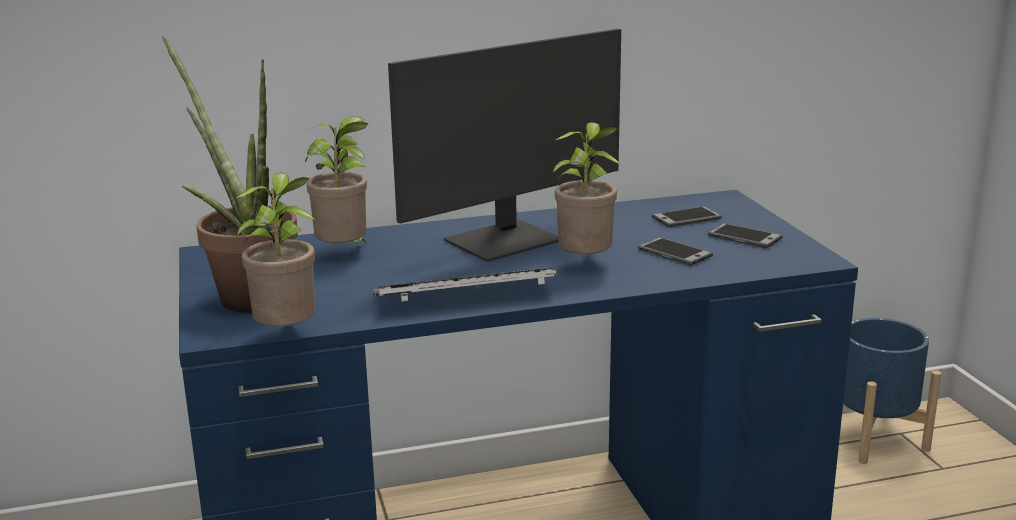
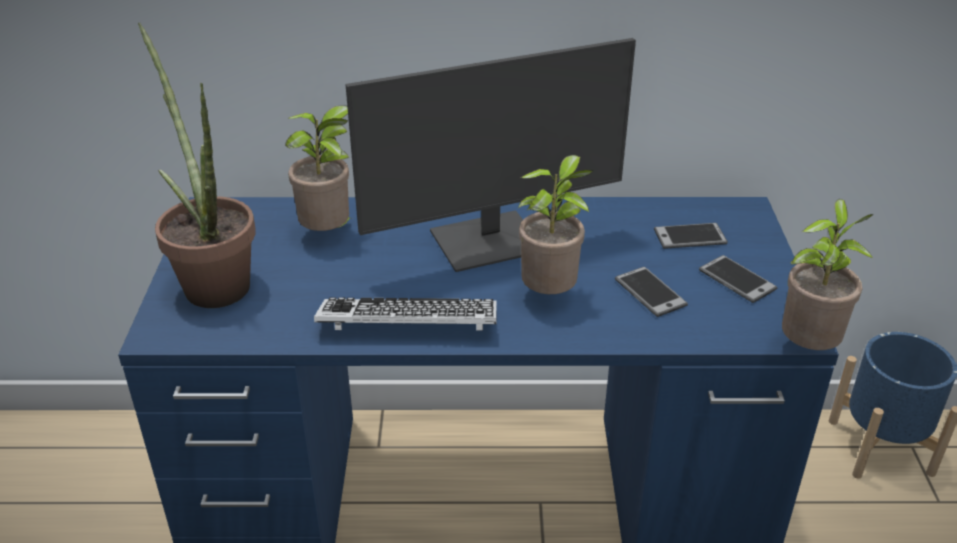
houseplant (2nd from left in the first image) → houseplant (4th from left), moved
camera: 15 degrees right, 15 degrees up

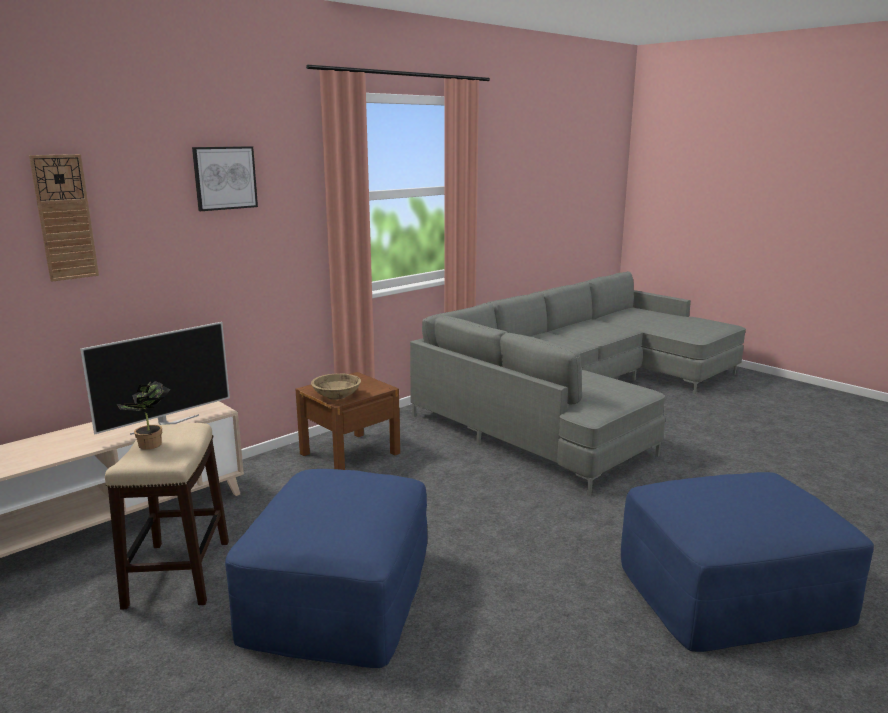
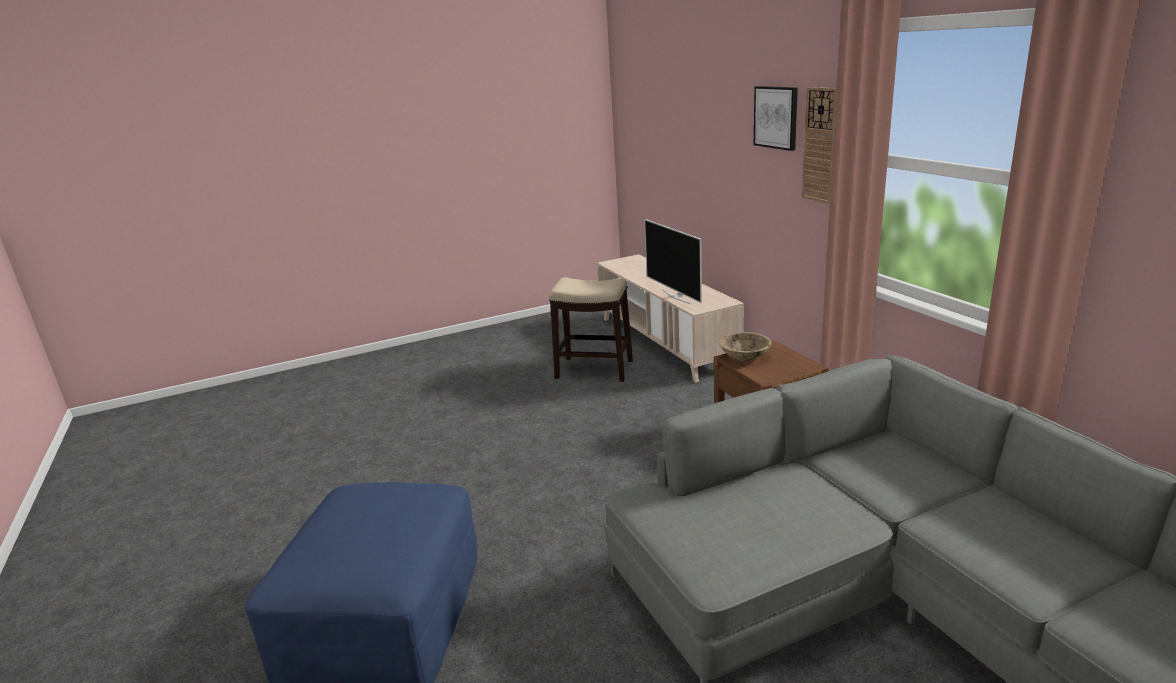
hanging_clock, moved
houseplant → -
blue_ottoman (1st from left) → -
camera: 110 degrees right, 5 degrees up

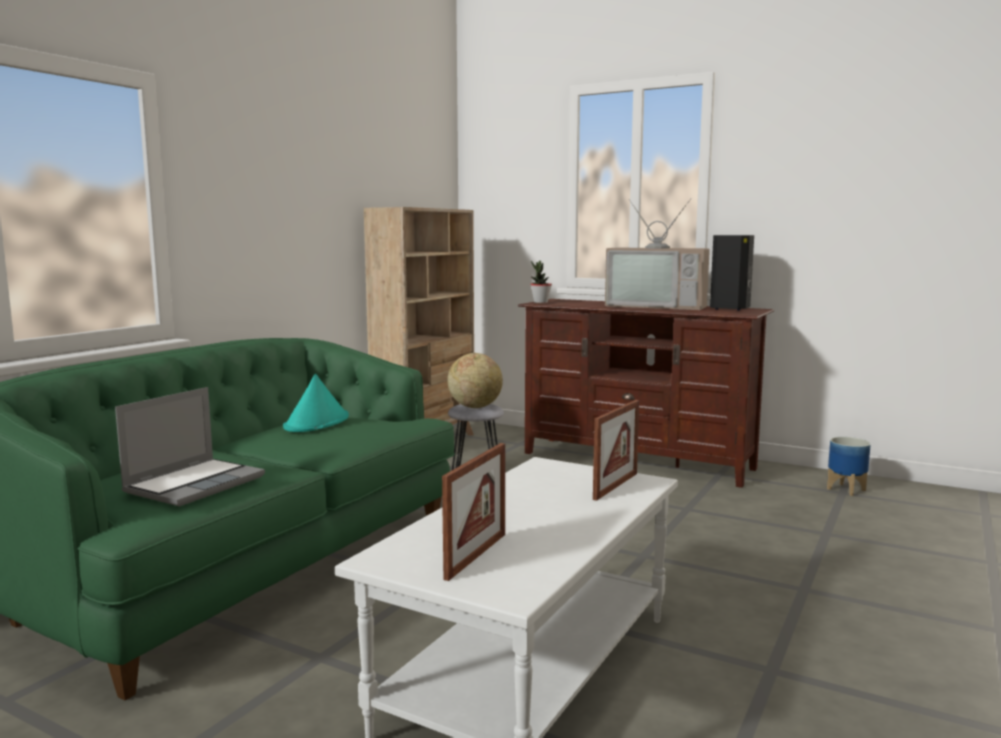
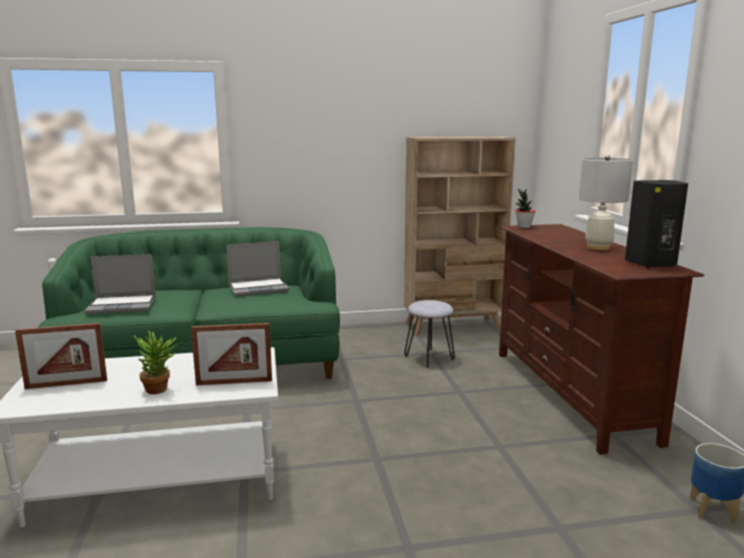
TV_set → white-coloured_lamp_for_a_table
world_globe → -
turquoise_wearable_hat → portable_computer (2nd from left)
- → houseplant (1st from left)
camera: 50 degrees right, 5 degrees up

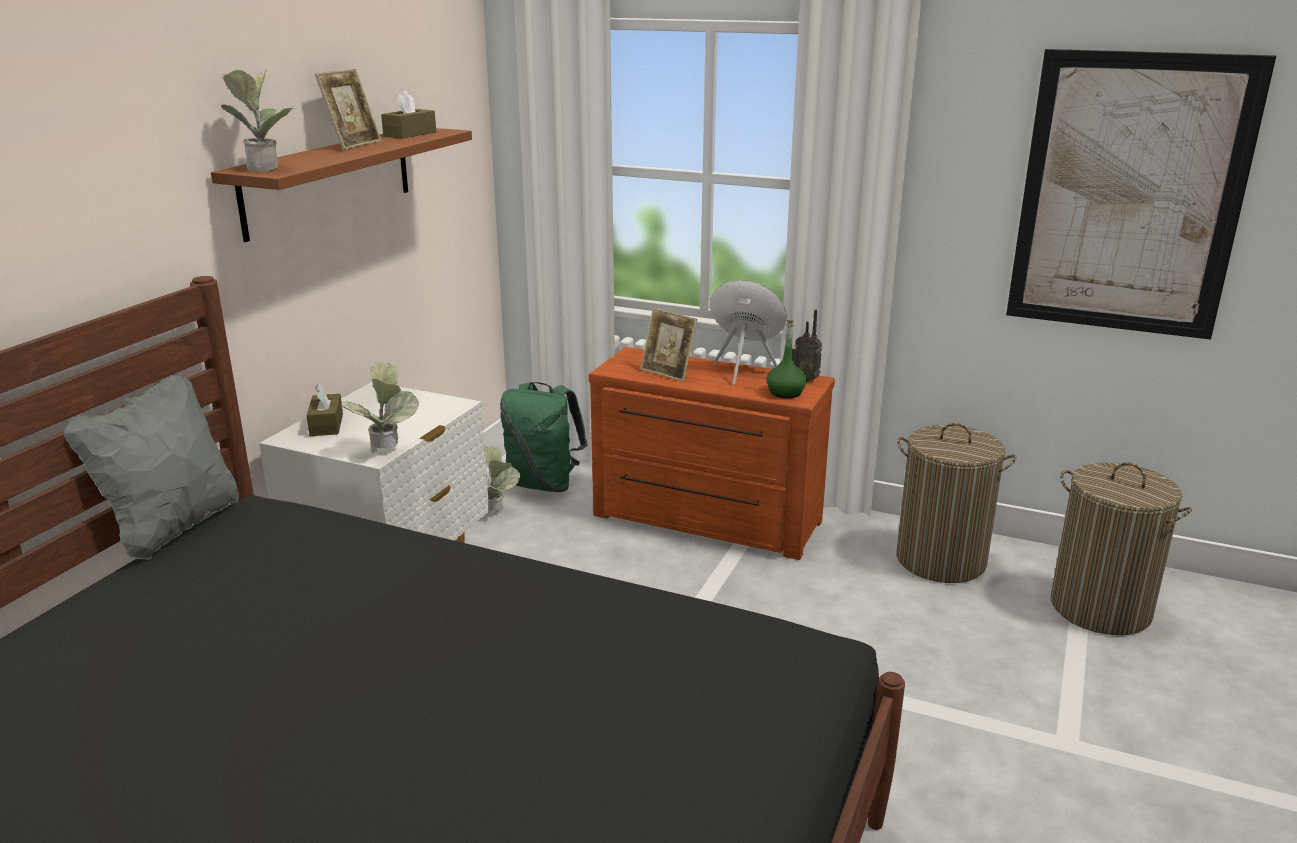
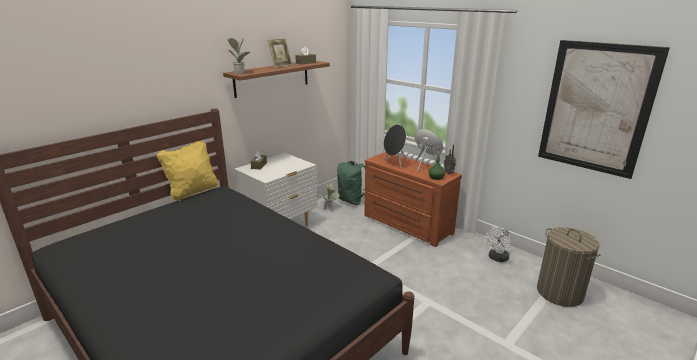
picture_frame (2nd from left) → blackish_speaker (1st from left)
houseplant (2nd from left) → -
grey_throw_pillow → yellowish_throw_pillow
washing_basket (1st from left) → white-coloured_electric_fan
camera: 20 degrees right, 0 degrees up

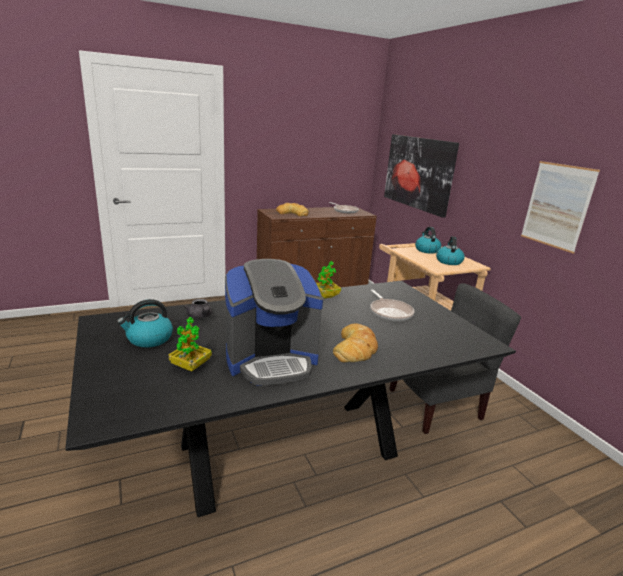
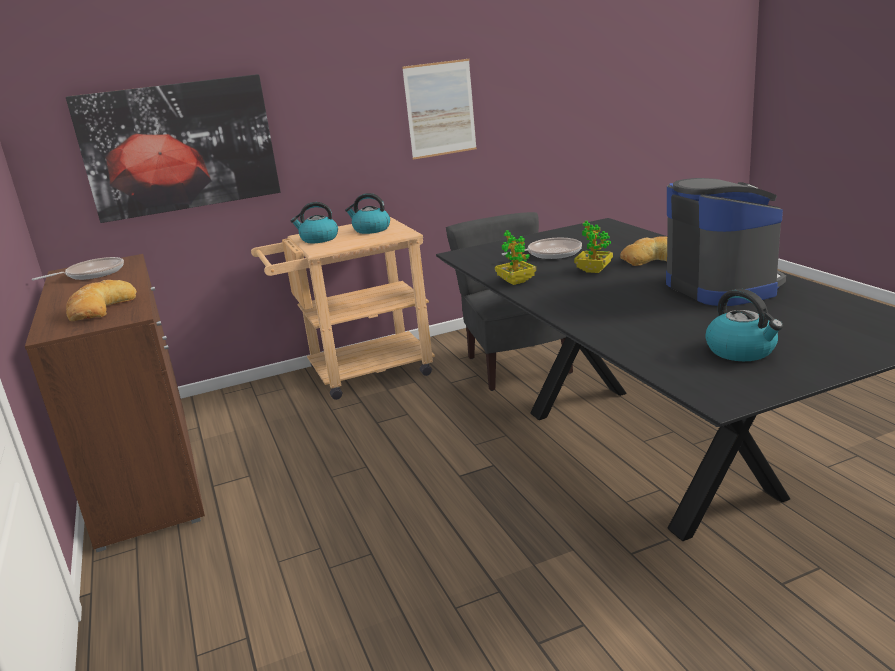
grey_tea_pot → -
houseplant (1st from left in the first image) → houseplant (2nd from left), moved
camera: 85 degrees left, 0 degrees up

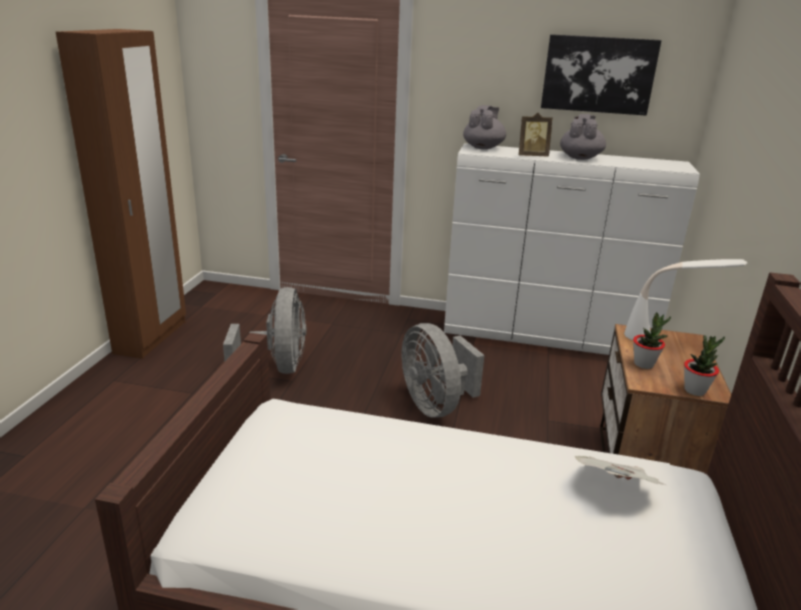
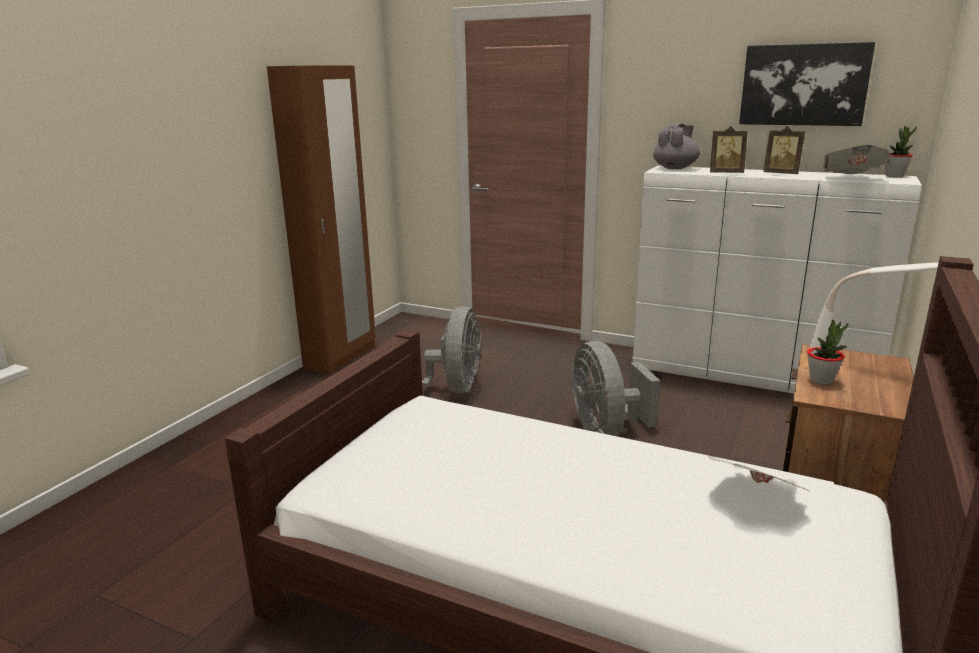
grey_tea_pot (2nd from left) → picture_frame (2nd from left)
houseplant (2nd from left), moved
- → newspaper (2nd from left)
camera: 15 degrees right, 5 degrees down

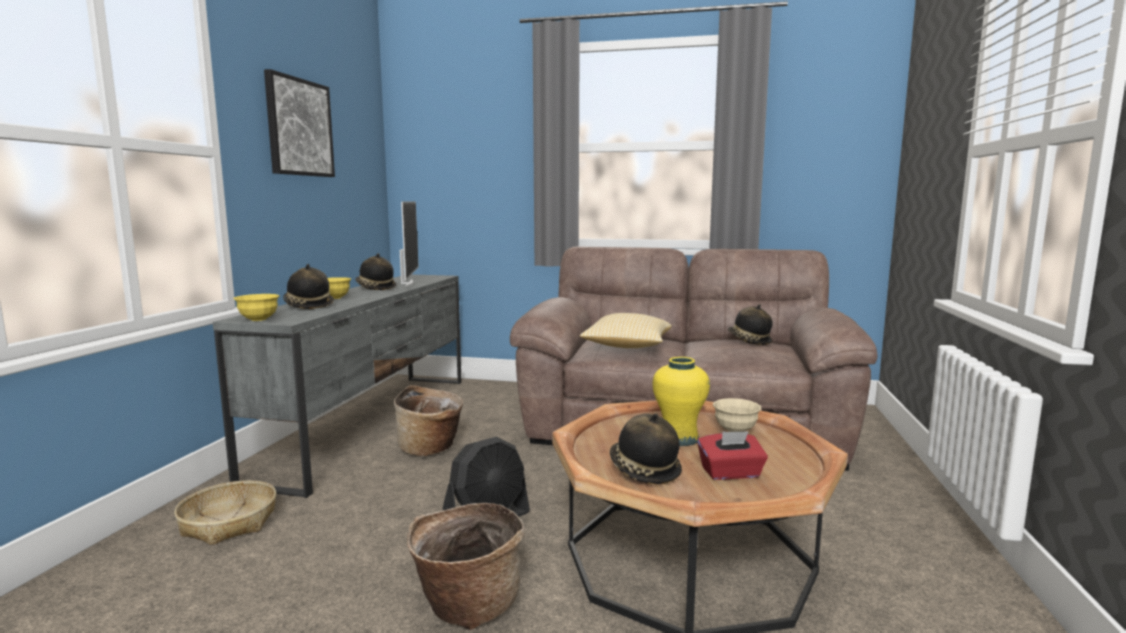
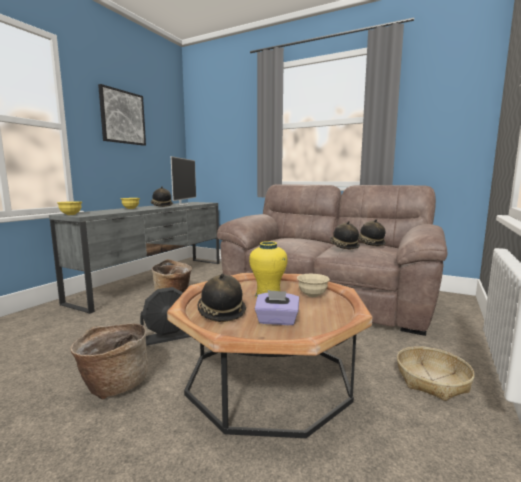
wearable_hat (1st from left in the first image) → wearable_hat (3rd from left), moved
throw_pillow → -
reddish_tissue_box → purple_tissue_box
storage_basket (1st from left in the first image) → storage_basket (3rd from left), moved
camera: 15 degrees right, 0 degrees up

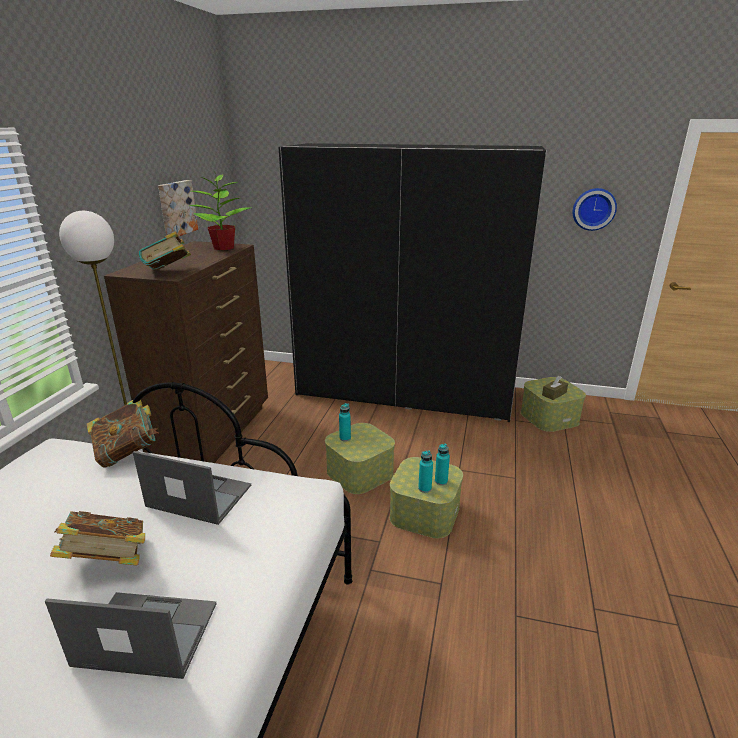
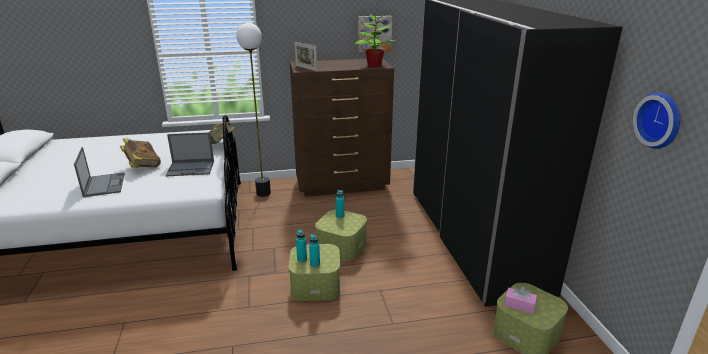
bound_book (3rd from left) → picture_frame
brown-coloured_tissue_box → pink-coloured_tissue_box
portable_computer (2nd from left), 90 degrees clockwise
camera: 65 degrees right, 0 degrees up

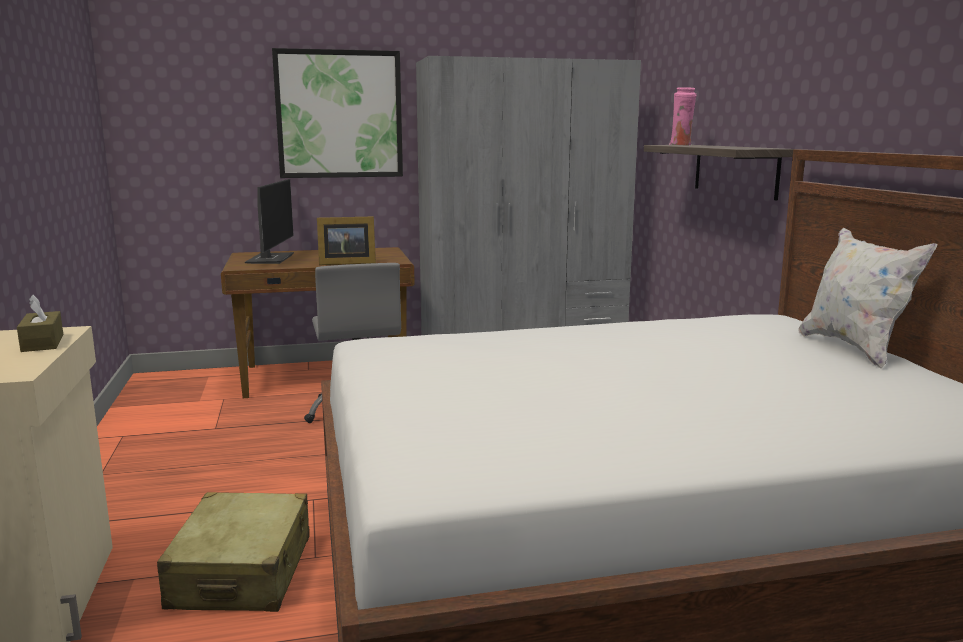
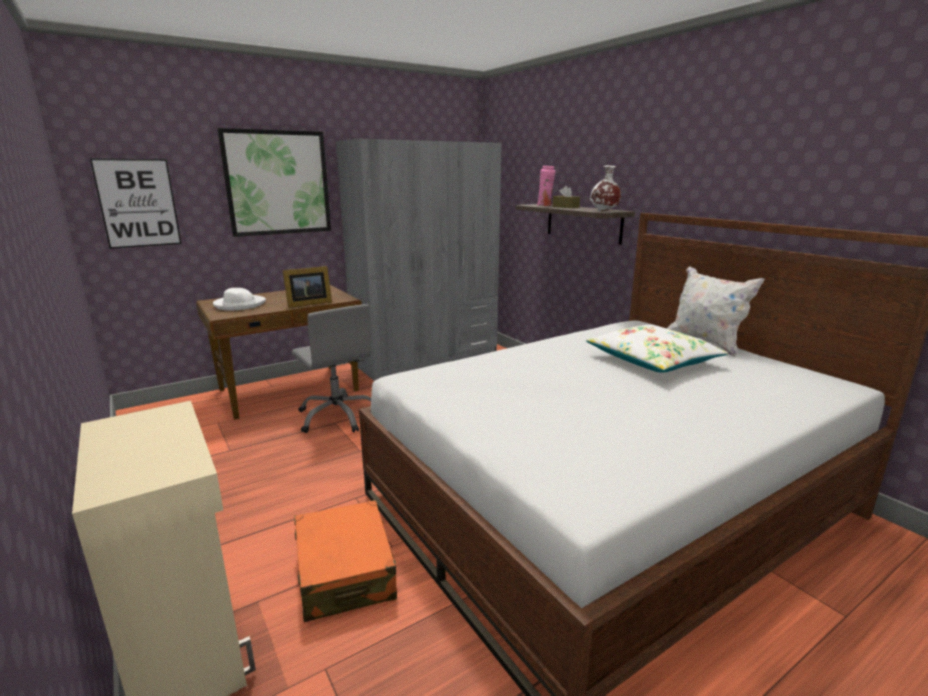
monitor → white-coloured_wearable_hat
brown-coloured_tissue_box, moved
sand-coloured_travel_case → orange-coloured_travel_case
- → wall_picture (1st from left)
- → white-coloured_decorative_vase
- → white-coloured_throw_pillow (1st from left)
camera: 20 degrees left, 5 degrees up

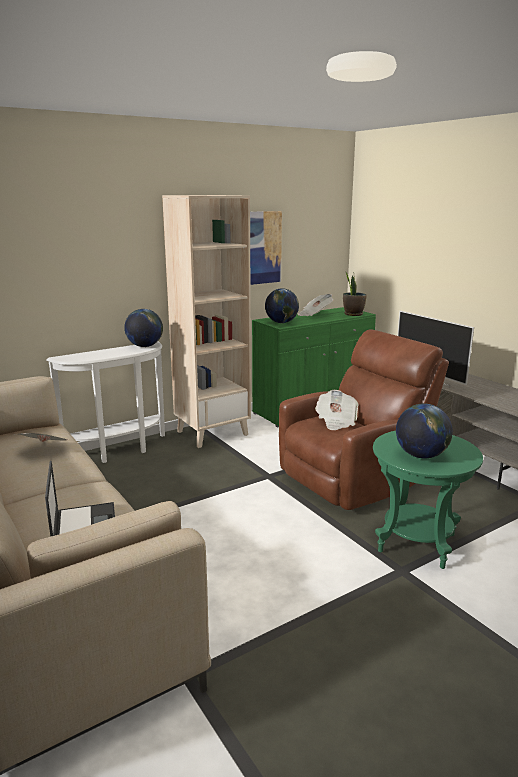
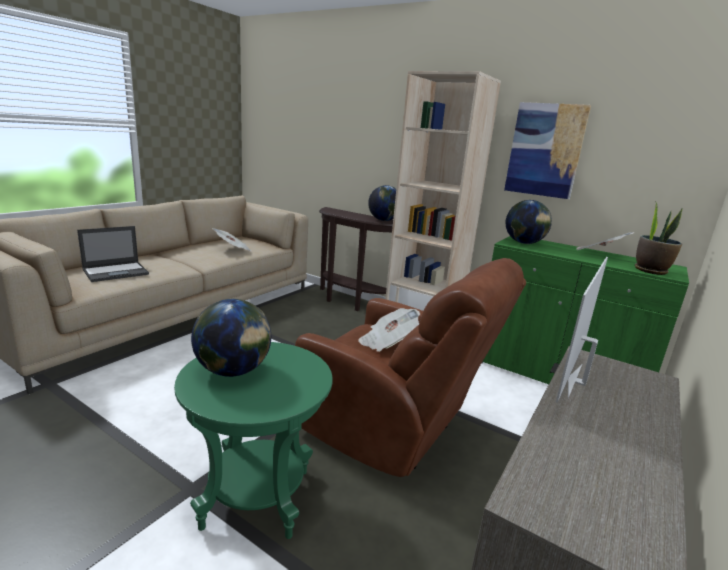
white-coloured_narrow_table → brown-coloured_narrow_table
camera: 65 degrees right, 0 degrees up

